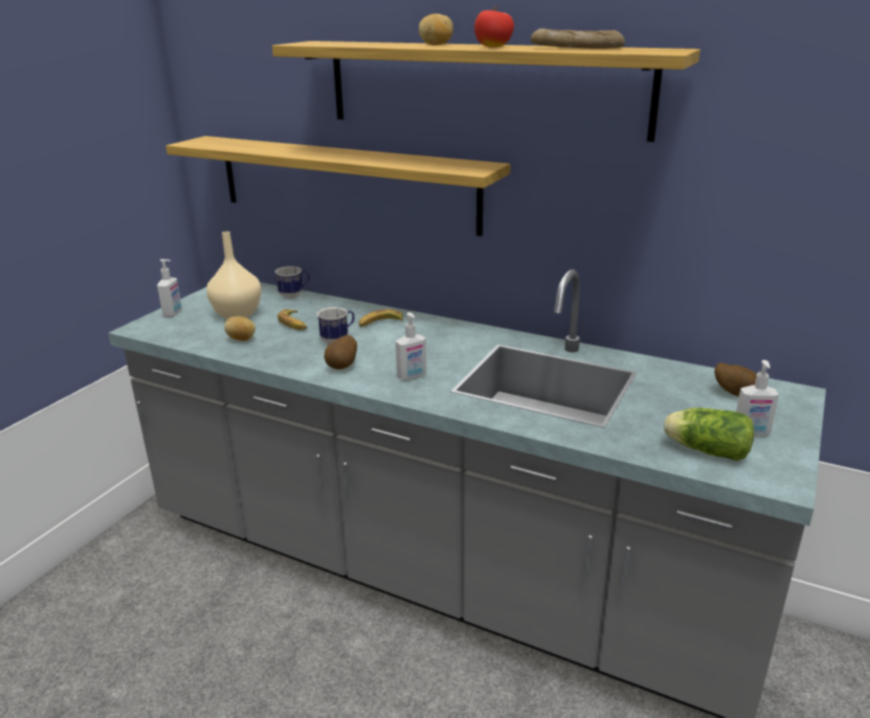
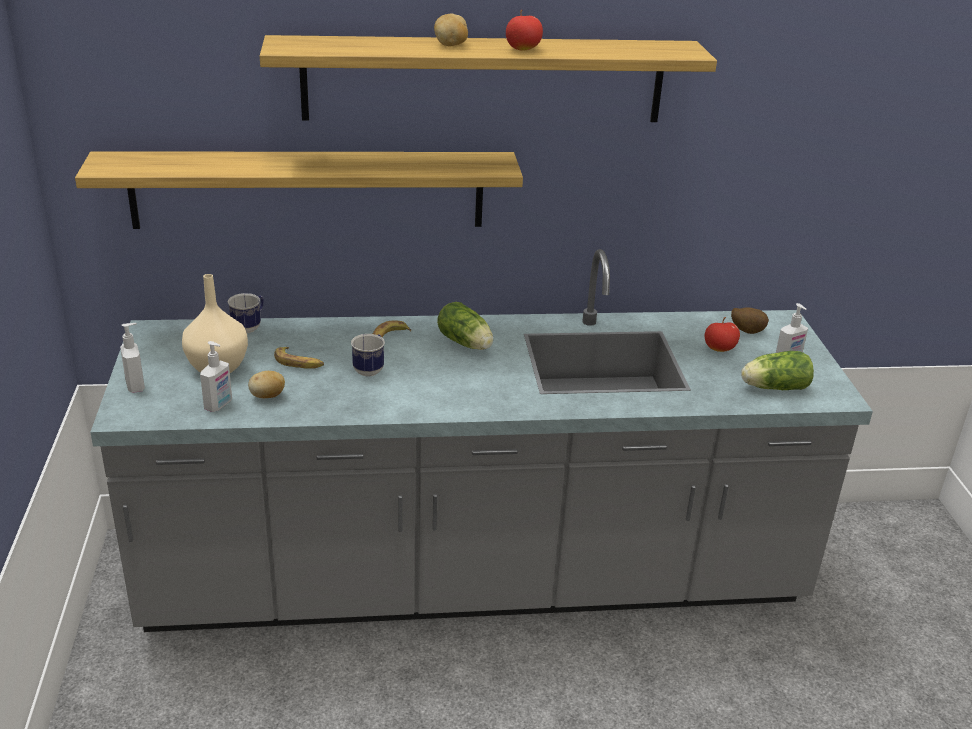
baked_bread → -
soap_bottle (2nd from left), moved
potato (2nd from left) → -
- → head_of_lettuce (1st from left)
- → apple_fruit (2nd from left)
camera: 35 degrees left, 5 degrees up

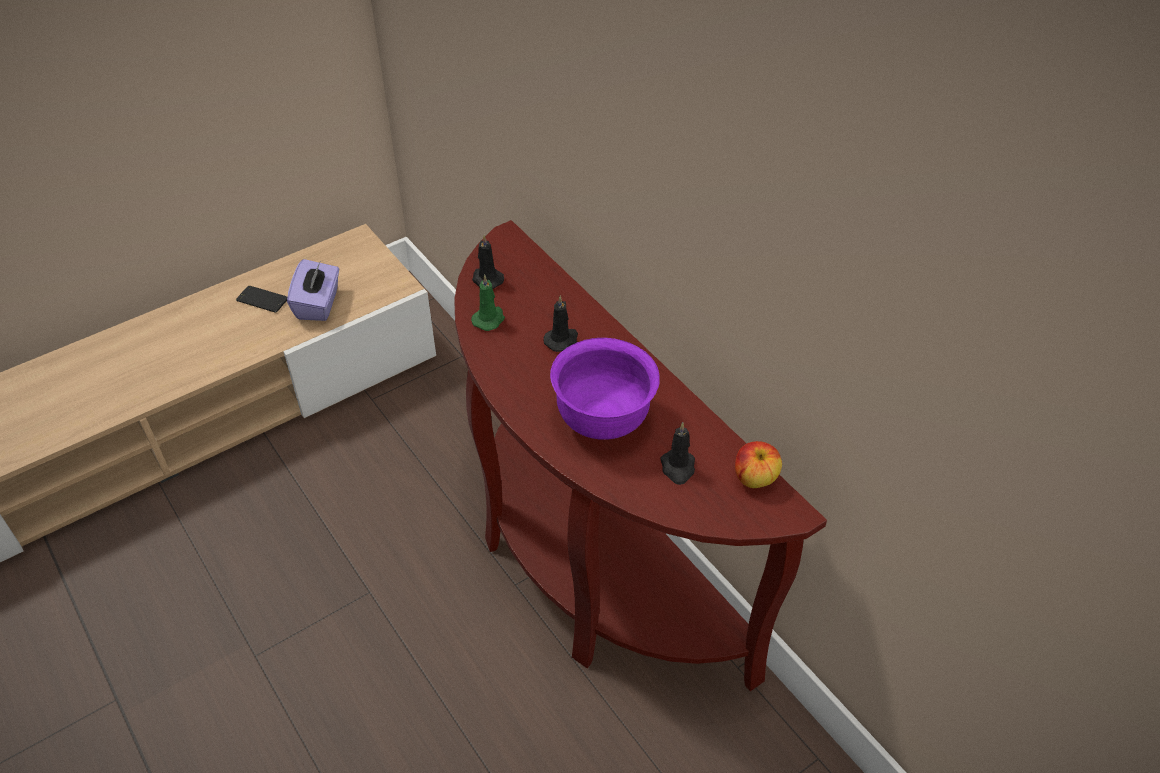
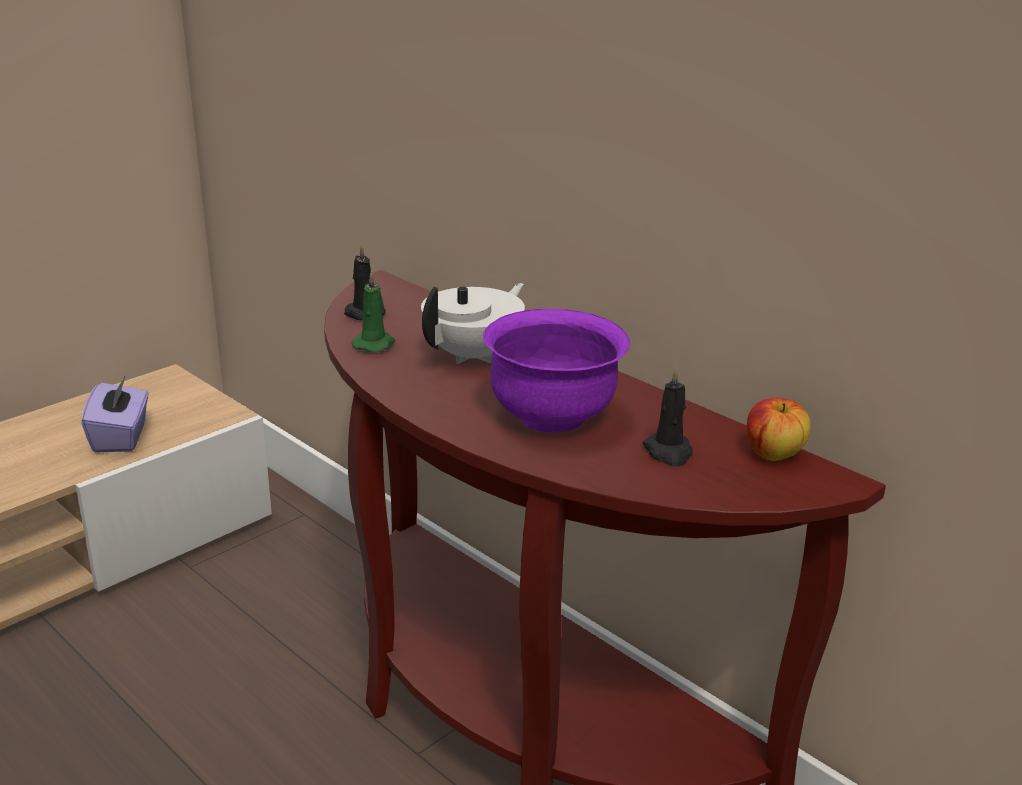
handset → -
blackish_wax_candle (2nd from left) → white-coloured_tea_pot
camera: 10 degrees left, 20 degrees down

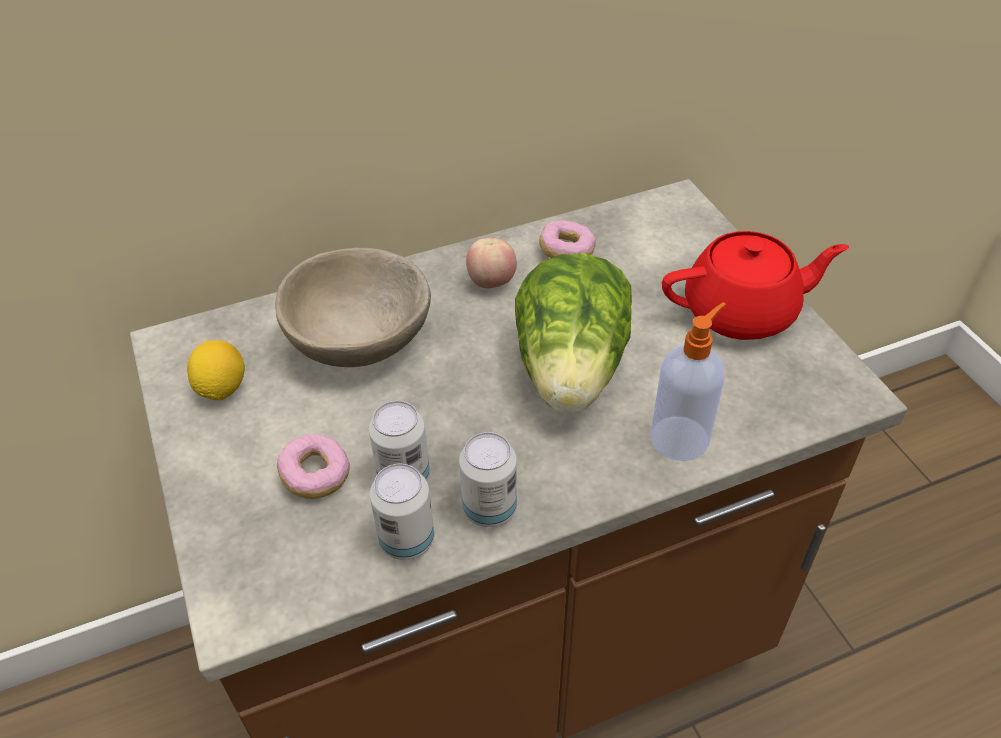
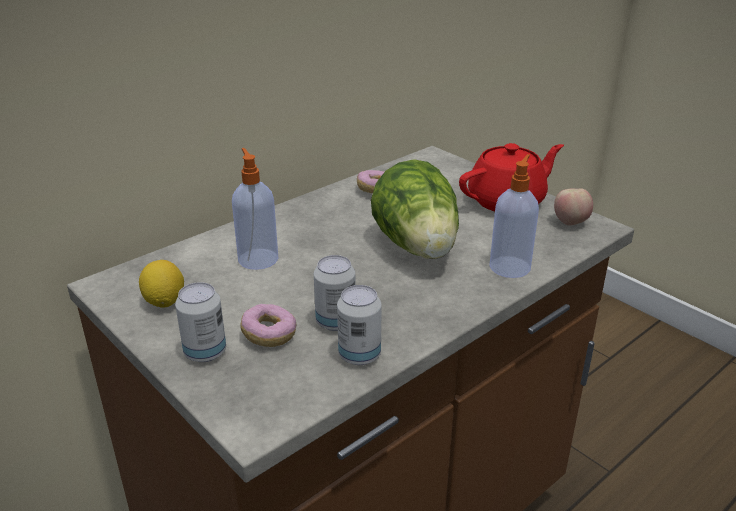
apple_fruit, moved
sand-coloured_bowl → soap_bottle (1st from left)
can (3rd from left in the first image) → can (1st from left), moved
camera: 20 degrees left, 15 degrees down

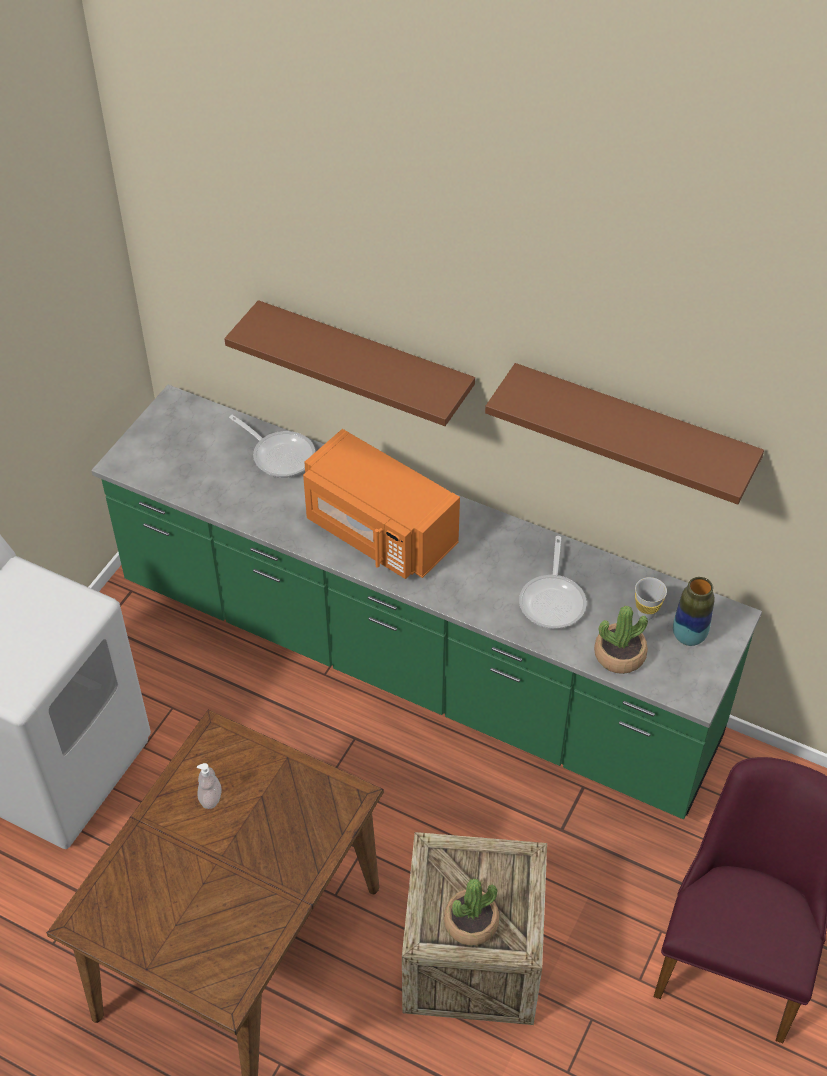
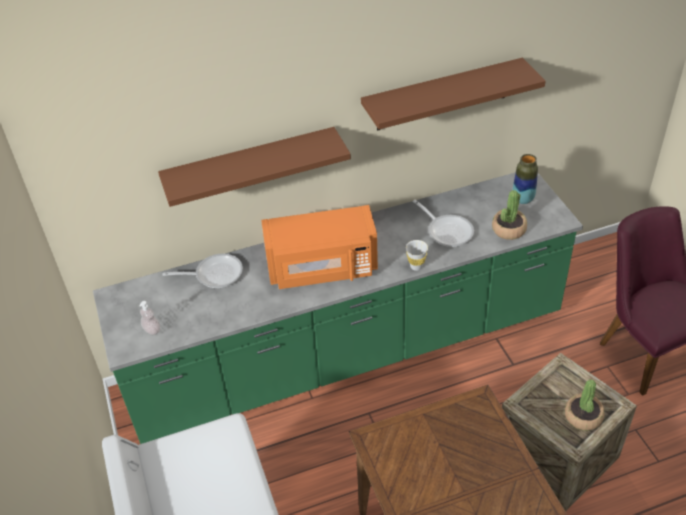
white-coloured_cup, moved
soap_bottle, moved
camera: 45 degrees left, 5 degrees down

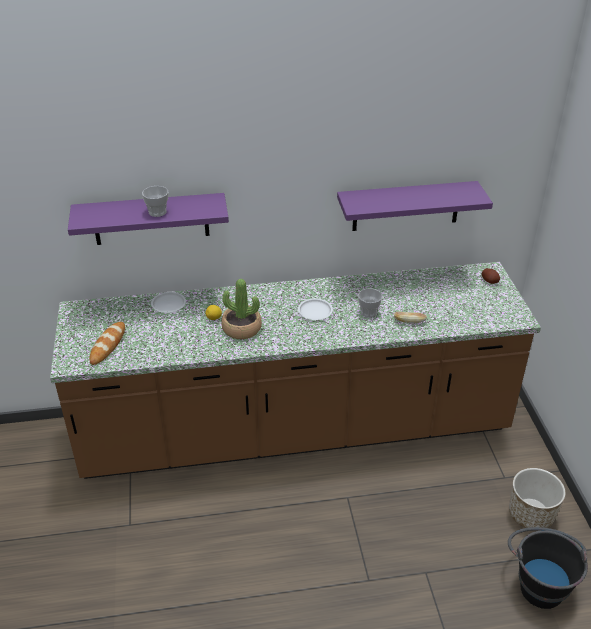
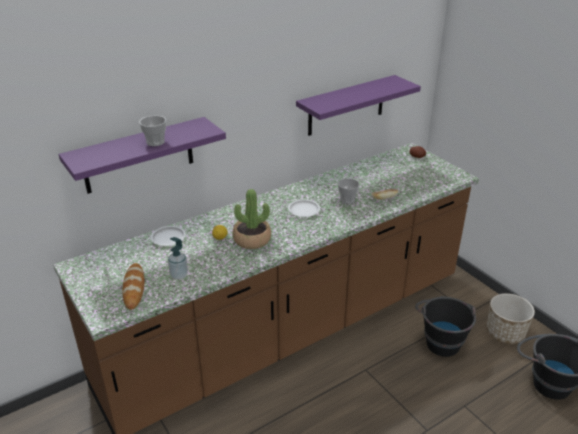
- → soap_bottle
- → blackish_bucket (1st from left)
camera: 25 degrees left, 5 degrees down

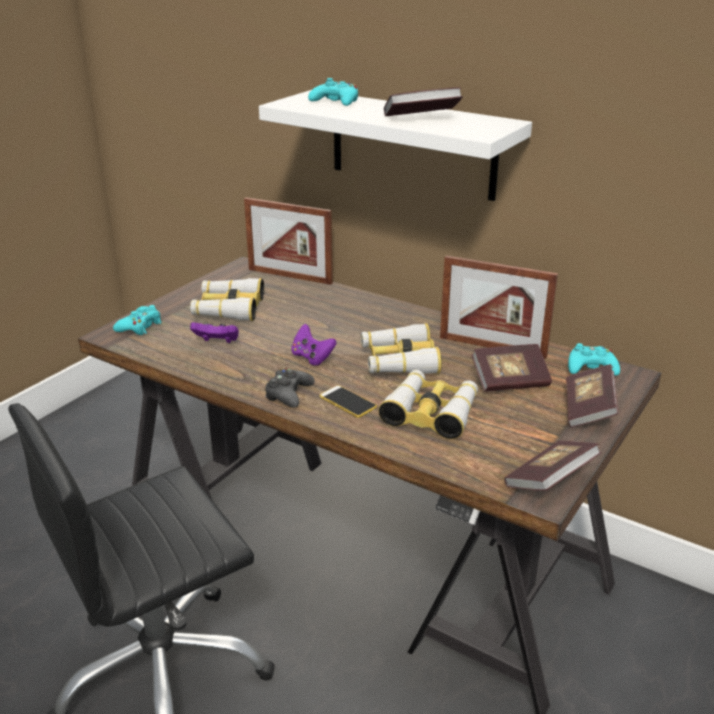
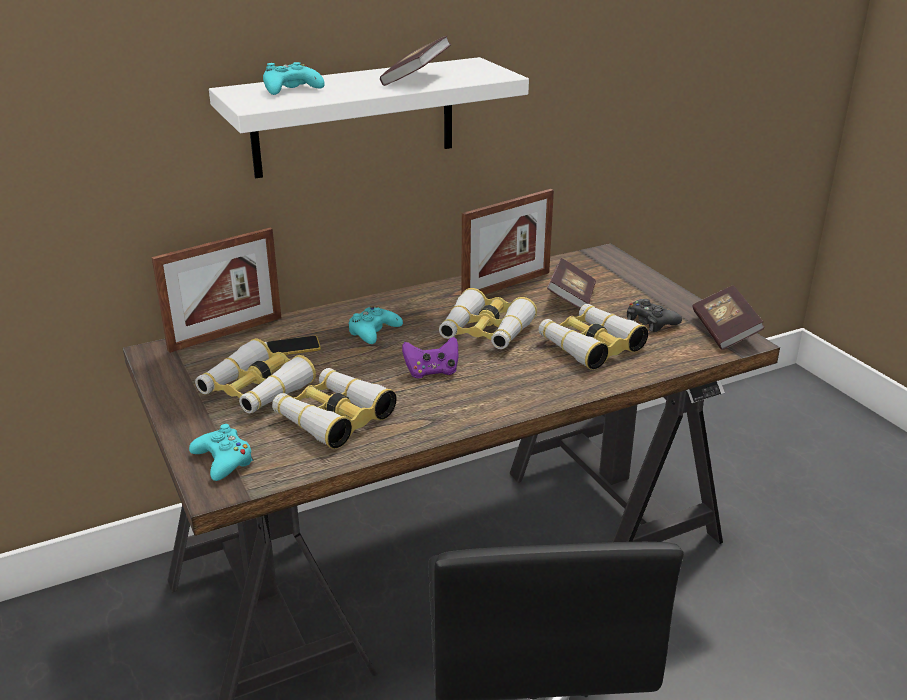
purple_joypad (1st from left) → field_glasses (2nd from left)
turquoise_joypad (3rd from left), moved
bound_book (4th from left) → -
blackish_joypad, moved
handset, moved
camera: 60 degrees left, 0 degrees up

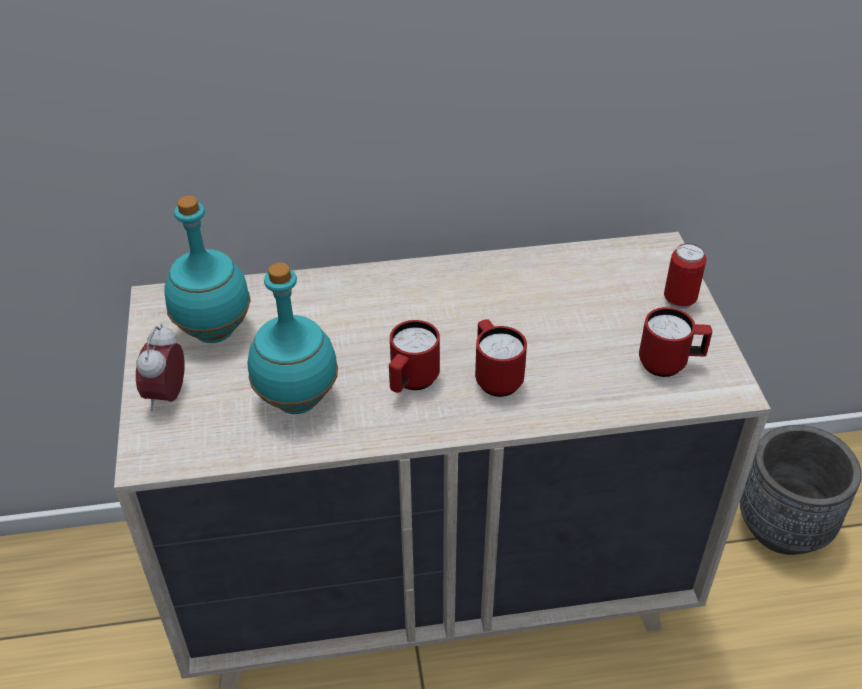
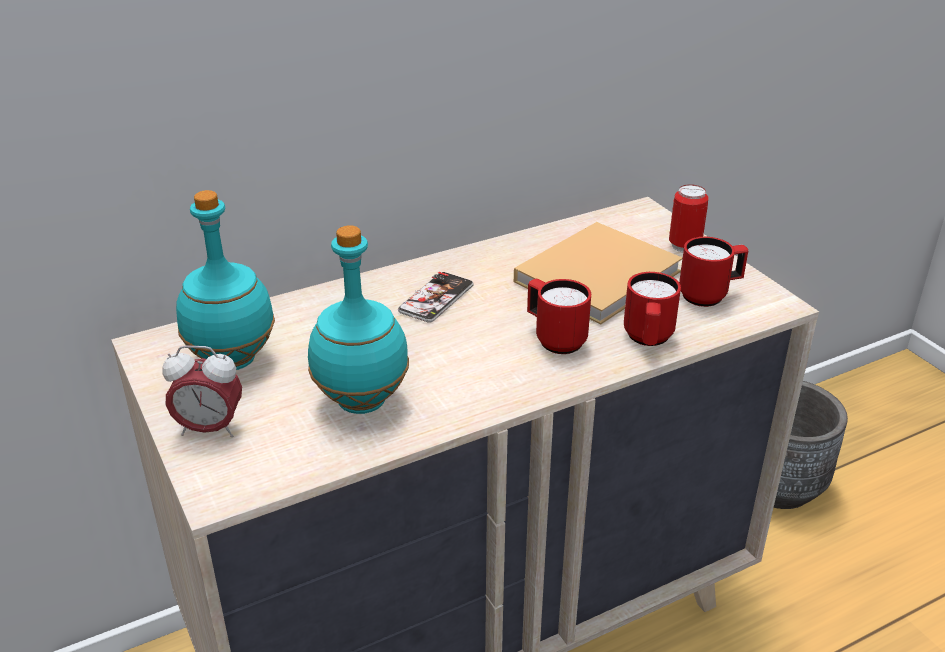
reddish_mug (1st from left in the first image) → reddish_mug (2nd from left), moved
table_clock, 75 degrees counterclockwise
- → sand-coloured_bound_book
- → handset
camera: 20 degrees left, 10 degrees down

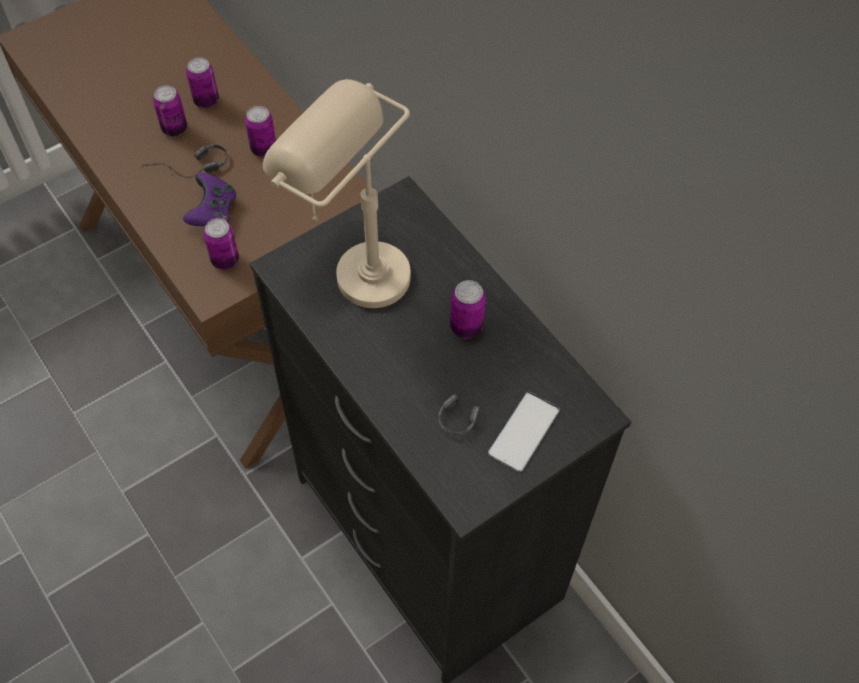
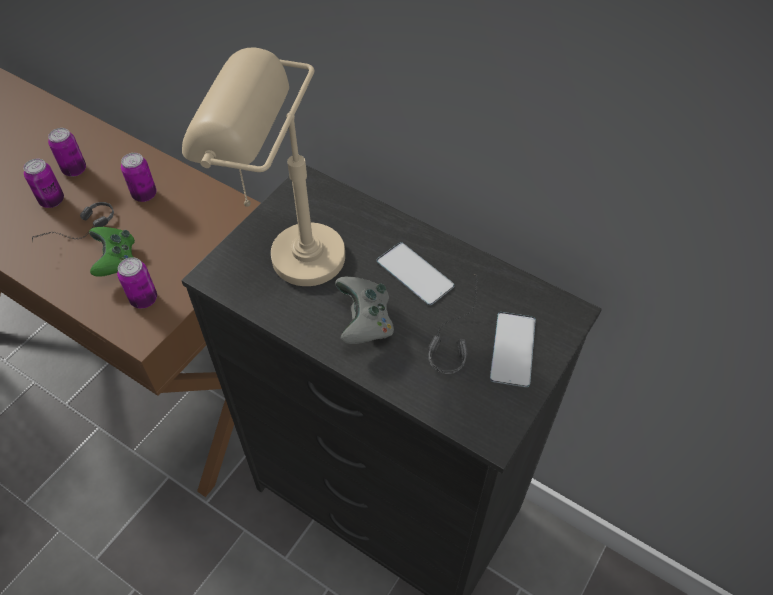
purple_joypad → green_joypad
can (5th from left) → handset (1st from left)
- → grey_joypad
camera: 20 degrees left, 5 degrees down

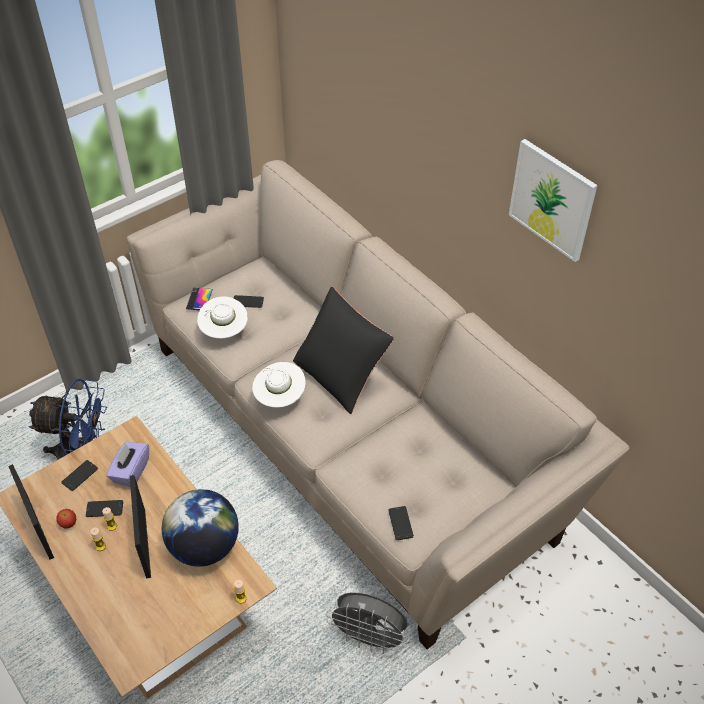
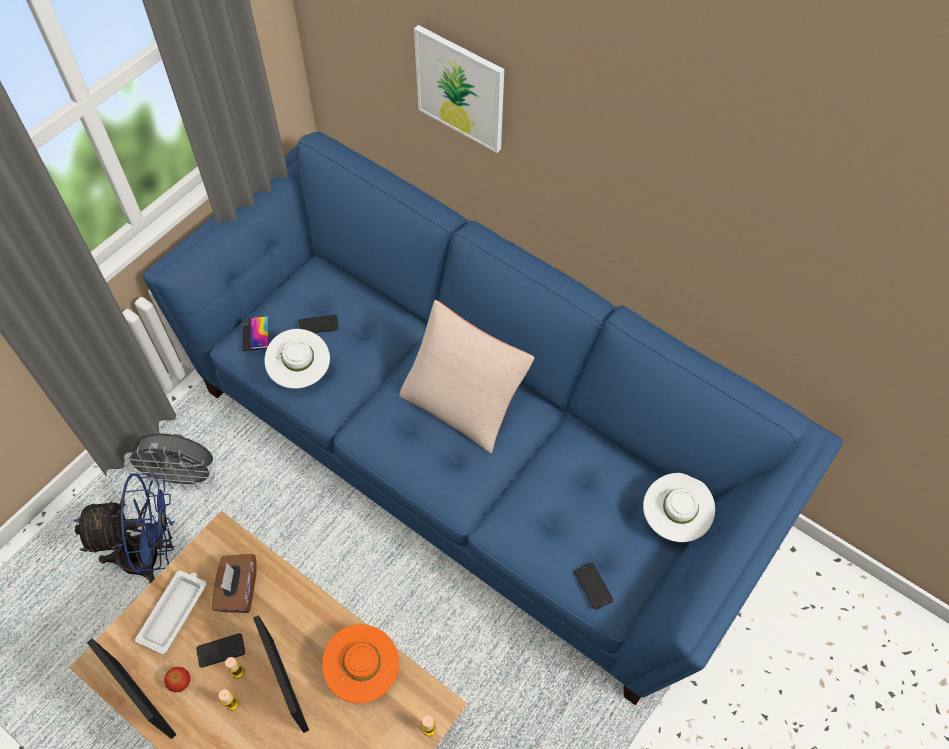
wall_picture, moved
sand-coloured_couch → blue_couch
blackish_throw_pillow → sand-coloured_throw_pillow
white-coloured_wearable_hat (2nd from left), moved
purple_tissue_box → brown-coloured_tissue_box
handset (1st from left) → white-coloured_carrying_tray
world_globe → orange-coloured_wearable_hat
grey_electric_fan, moved
camera: 15 degrees left, 10 degrees up

